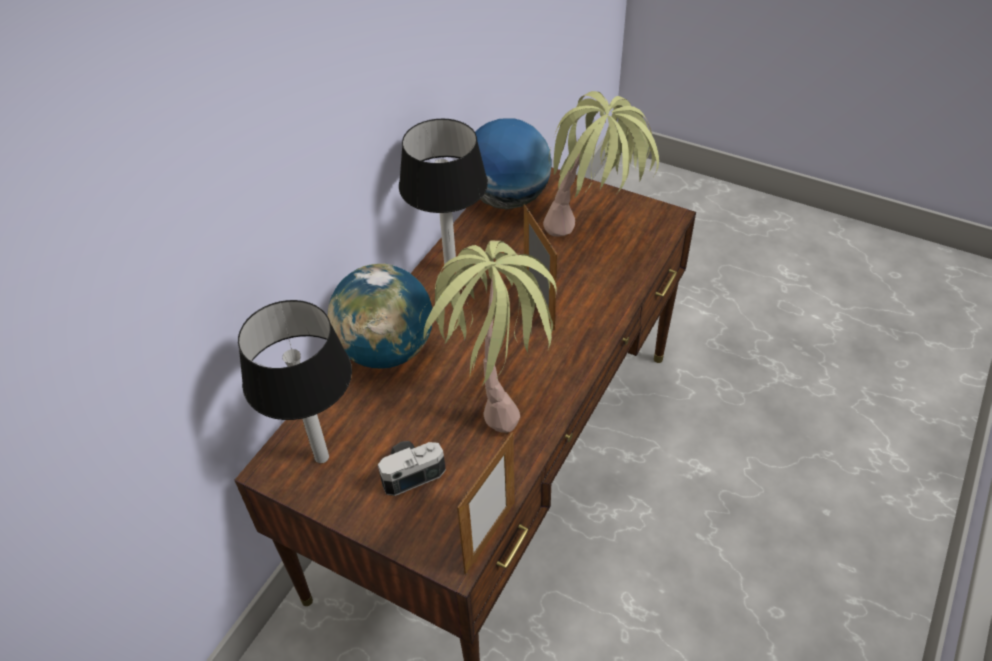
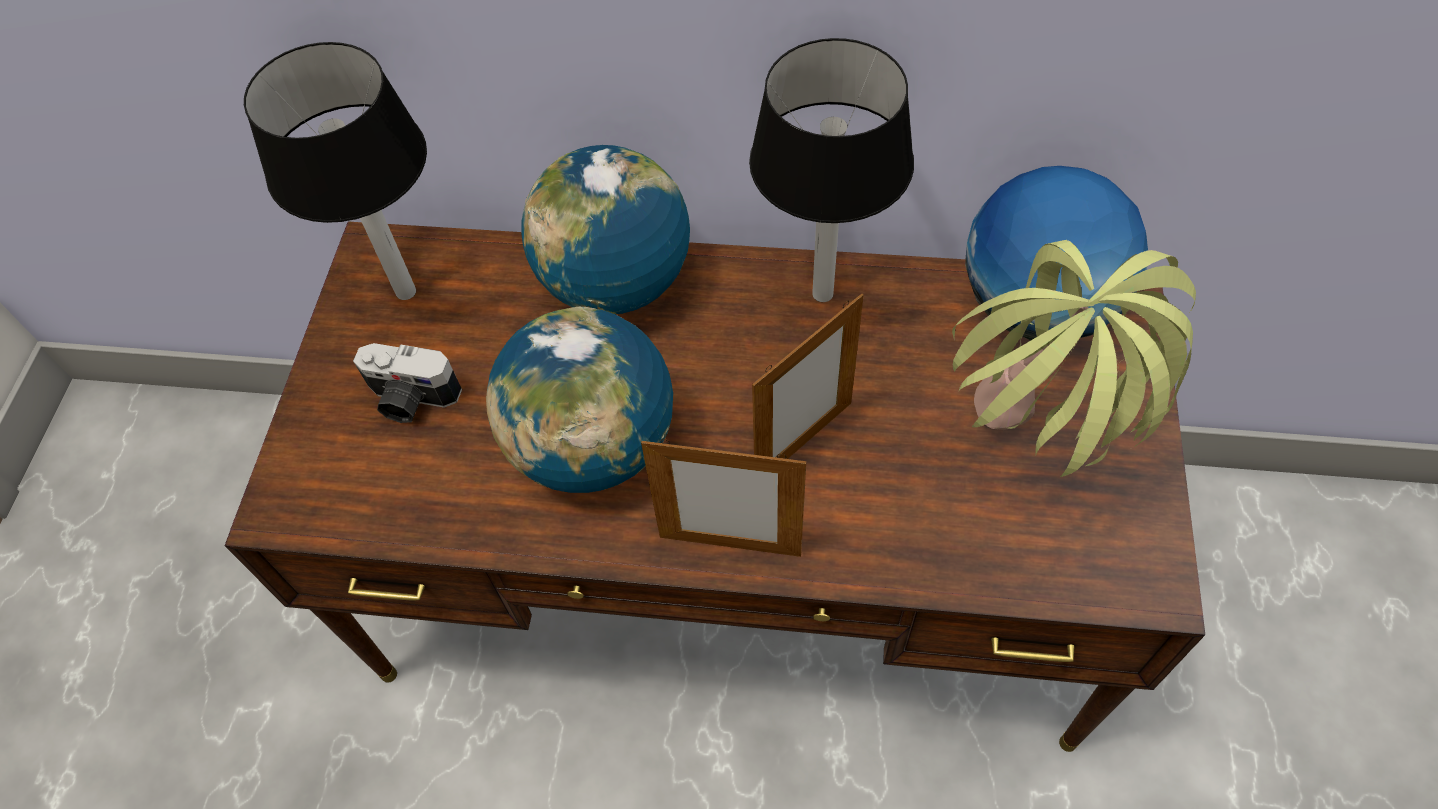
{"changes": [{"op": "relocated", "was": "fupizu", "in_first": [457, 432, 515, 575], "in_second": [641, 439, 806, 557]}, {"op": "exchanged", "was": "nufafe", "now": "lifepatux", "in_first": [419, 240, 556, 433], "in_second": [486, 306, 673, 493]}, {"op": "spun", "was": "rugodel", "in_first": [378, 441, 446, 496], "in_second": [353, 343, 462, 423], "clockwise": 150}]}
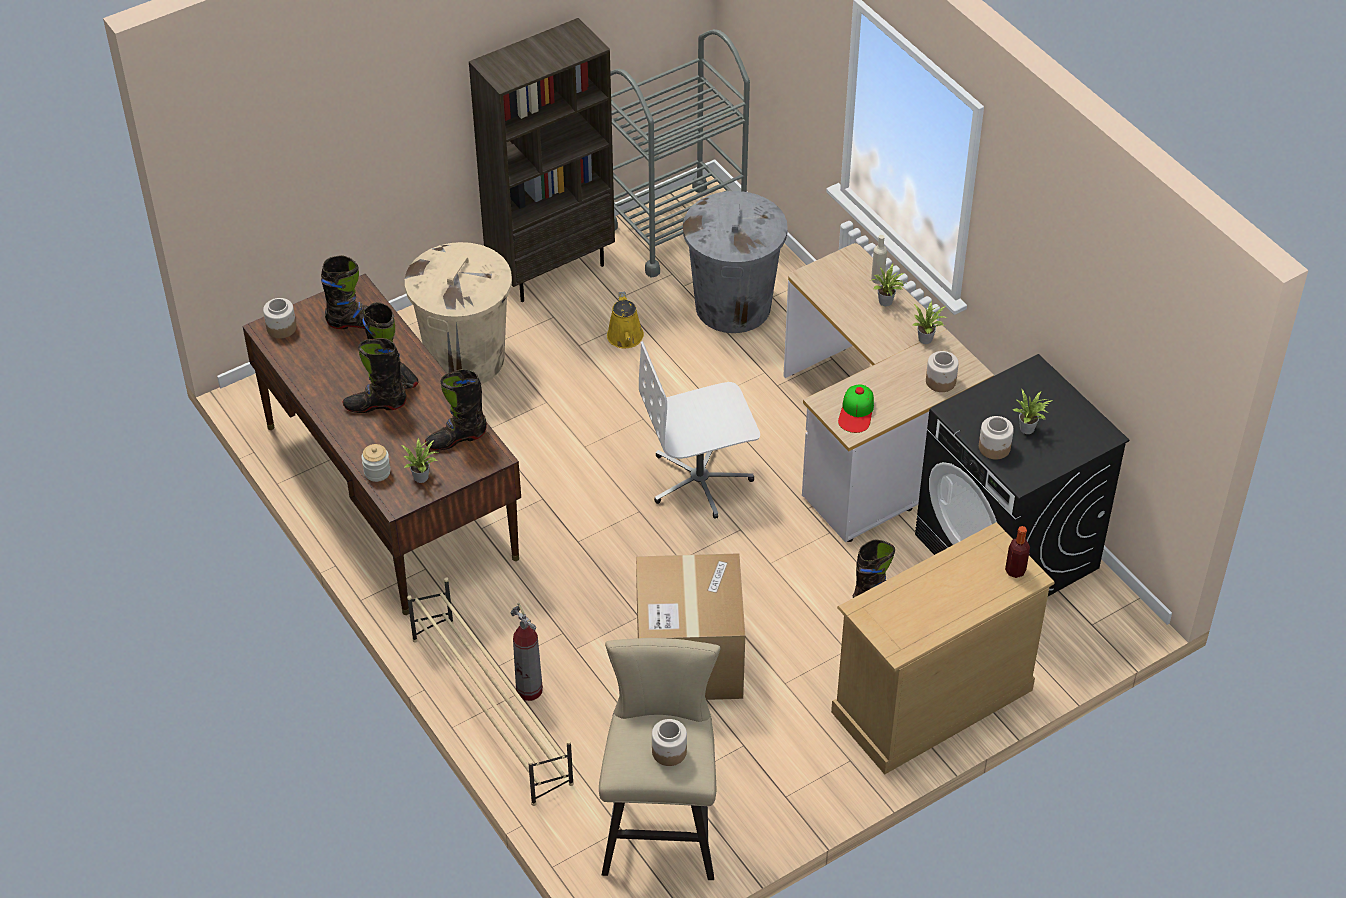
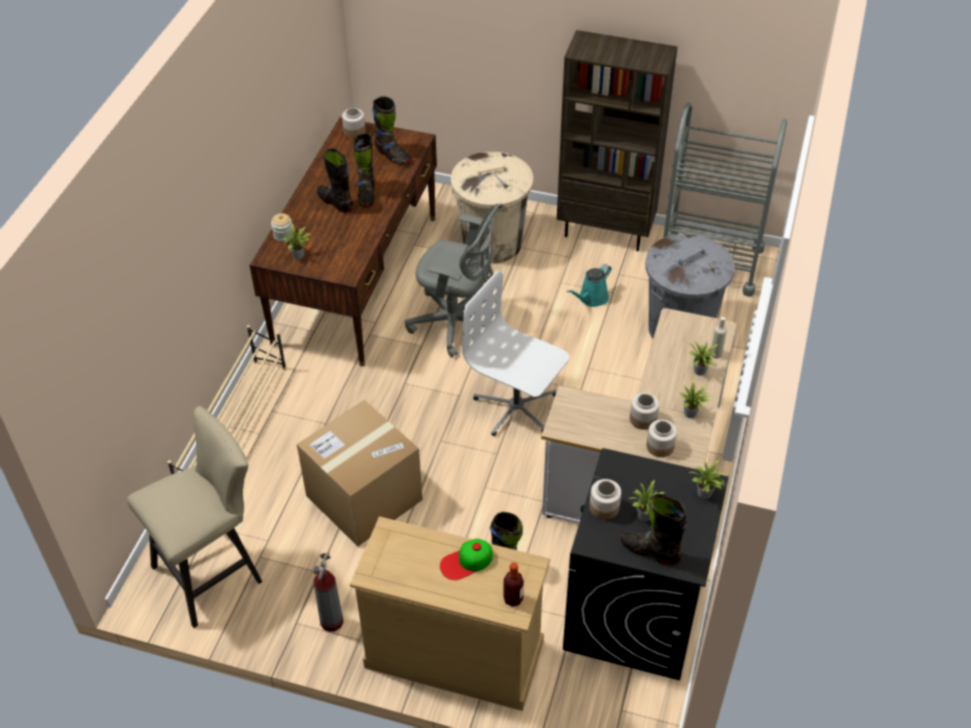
{"changes": [{"op": "appeared", "now": "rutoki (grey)", "in_second": [405, 204, 500, 357]}, {"op": "appeared", "now": "nufafe", "in_second": [688, 459, 726, 499]}, {"op": "relocated", "was": "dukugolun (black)", "in_first": [425, 369, 487, 450], "in_second": [621, 494, 688, 565]}, {"op": "relocated", "was": "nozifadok", "in_first": [510, 603, 543, 701], "in_second": [313, 552, 343, 632]}, {"op": "relocated", "was": "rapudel", "in_first": [652, 719, 687, 766], "in_second": [630, 393, 659, 430]}, {"op": "relocated", "was": "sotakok", "in_first": [838, 384, 874, 433], "in_second": [440, 539, 493, 580]}, {"op": "colour", "was": "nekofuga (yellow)", "now": "nekofuga (turquoise)", "in_first": [607, 292, 644, 348], "in_second": [567, 264, 611, 307]}]}
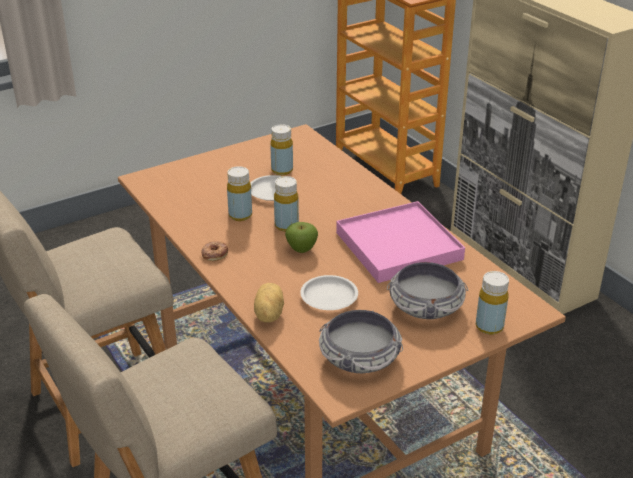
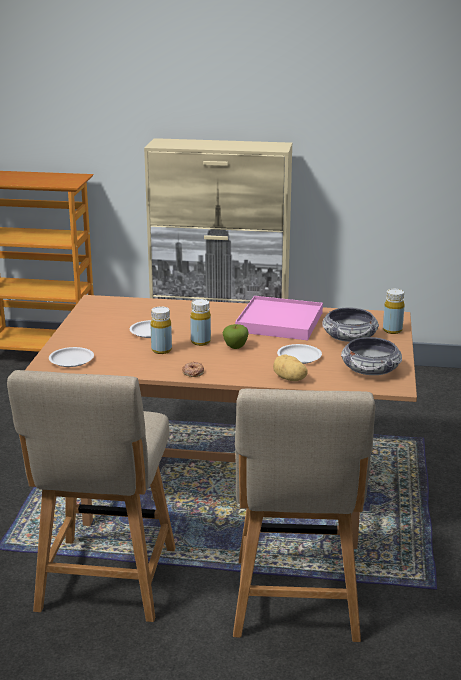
{"changes": [{"op": "missing", "was": "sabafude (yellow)", "in_first": [270, 124, 293, 175]}, {"op": "appeared", "now": "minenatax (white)", "in_second": [49, 347, 94, 367]}]}
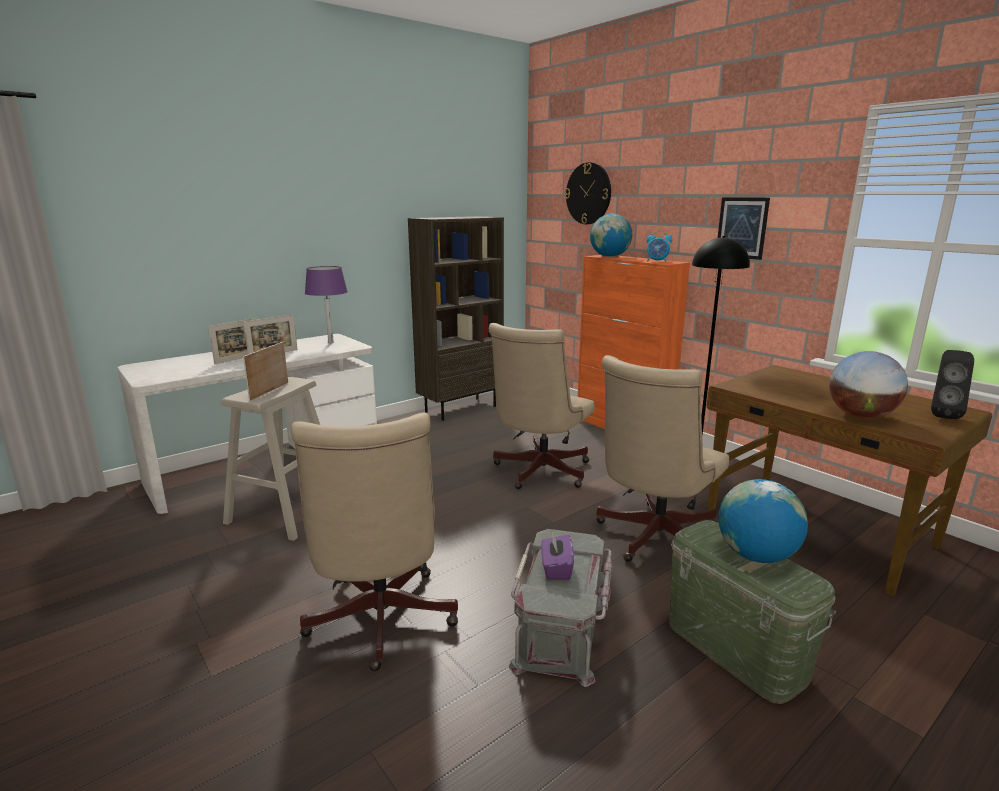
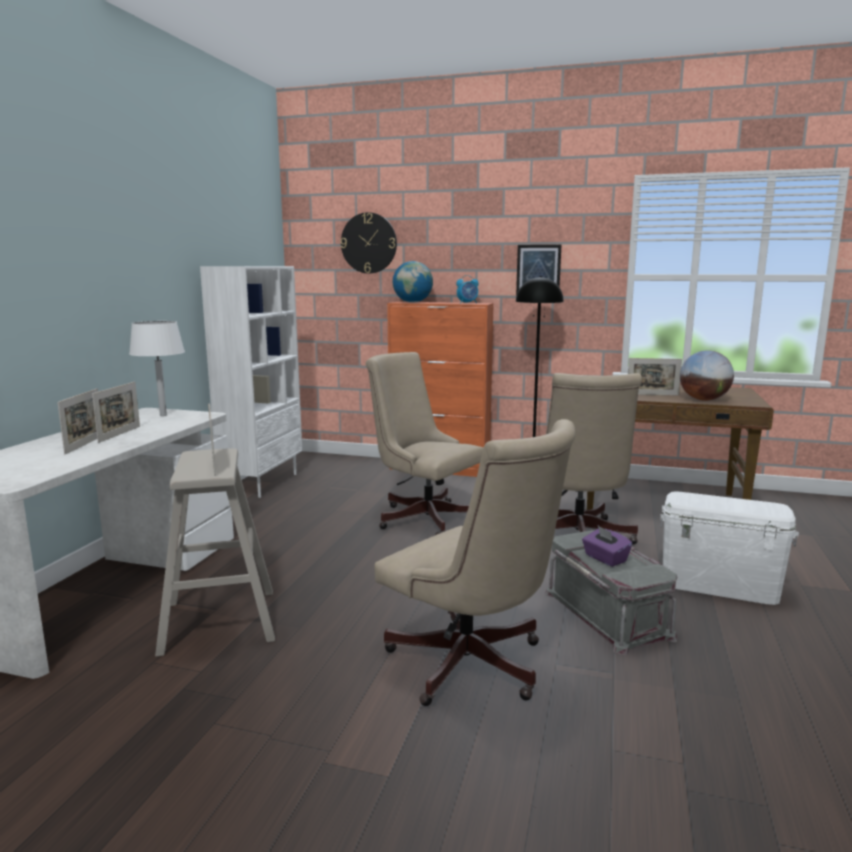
{"changes": [{"op": "missing", "was": "lifepatux", "in_first": [718, 479, 808, 563]}, {"op": "missing", "was": "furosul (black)", "in_first": [931, 350, 974, 419]}, {"op": "appeared", "now": "fupizu", "in_second": [628, 358, 682, 396]}, {"op": "colour", "was": "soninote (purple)", "now": "soninote (white)", "in_first": [305, 266, 348, 343], "in_second": [129, 321, 185, 416]}, {"op": "colour", "was": "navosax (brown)", "now": "navosax (white)", "in_first": [408, 216, 504, 421], "in_second": [200, 266, 302, 498]}, {"op": "colour", "was": "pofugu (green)", "now": "pofugu (white)", "in_first": [669, 520, 836, 704], "in_second": [660, 491, 799, 605]}, {"op": "spun", "was": "rutoki (beige)", "in_first": [489, 323, 594, 489], "in_second": [365, 352, 483, 535], "clockwise": 135}]}
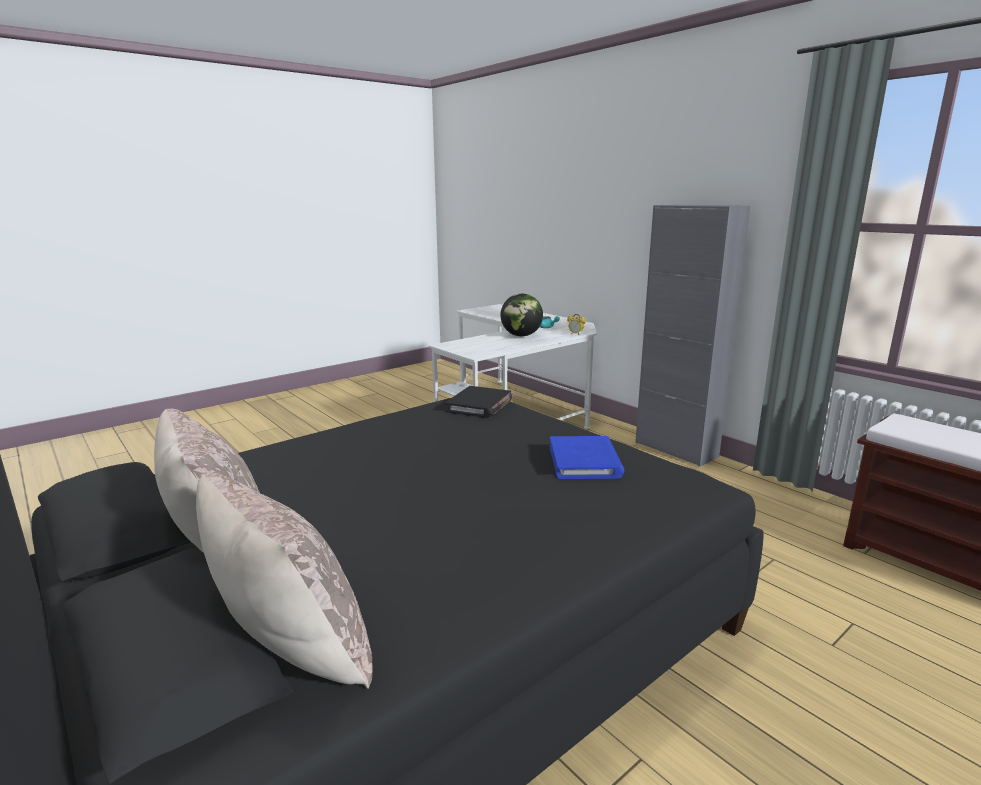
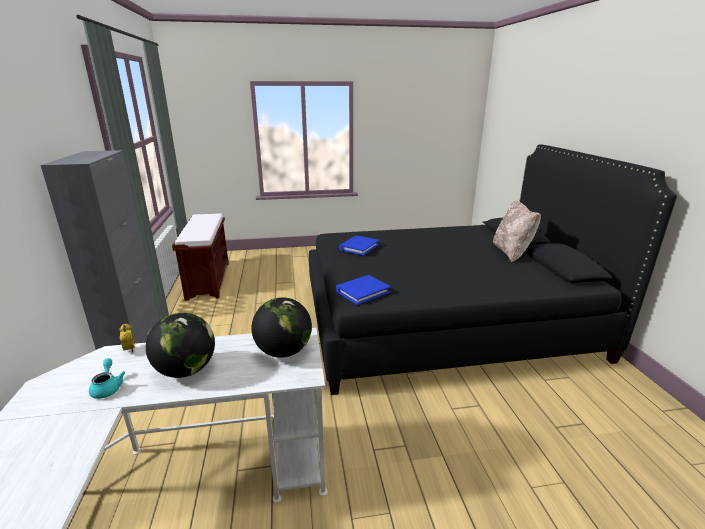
{"changes": [{"op": "missing", "was": "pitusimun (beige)", "in_first": [196, 473, 373, 689]}, {"op": "appeared", "now": "lifepatux", "in_second": [252, 297, 312, 358]}, {"op": "colour", "was": "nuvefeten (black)", "now": "nuvefeten (blue)", "in_first": [445, 386, 513, 418], "in_second": [336, 275, 391, 305]}]}
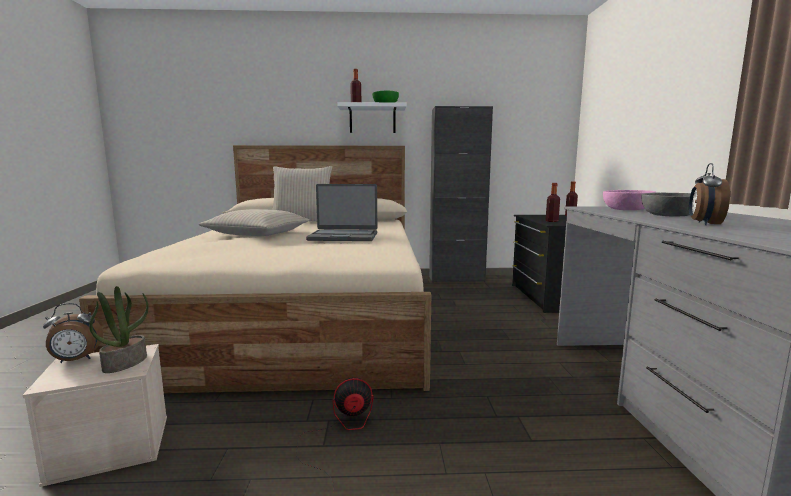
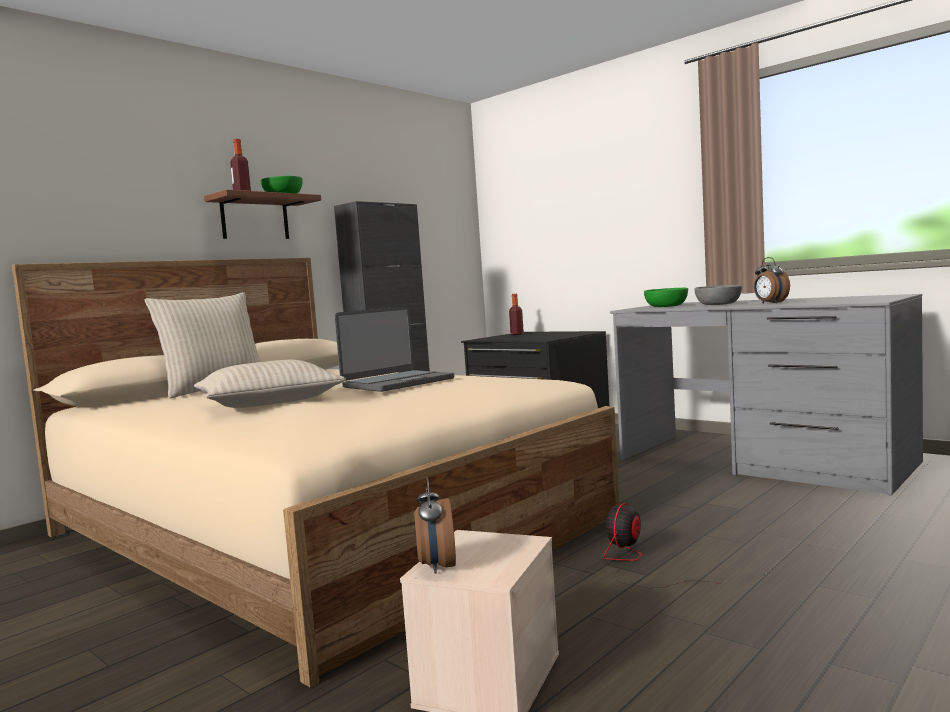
{"changes": [{"op": "missing", "was": "nufafe", "in_first": [89, 286, 149, 373]}, {"op": "missing", "was": "sabafude", "in_first": [546, 183, 560, 222]}, {"op": "colour", "was": "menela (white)", "now": "menela (brown)", "in_first": [337, 102, 407, 133], "in_second": [204, 190, 321, 239]}, {"op": "colour", "was": "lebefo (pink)", "now": "lebefo (green)", "in_first": [603, 190, 656, 210], "in_second": [644, 288, 688, 307]}, {"op": "spun", "was": "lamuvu", "in_first": [43, 303, 103, 363], "in_second": [414, 477, 456, 574], "clockwise": 150}]}
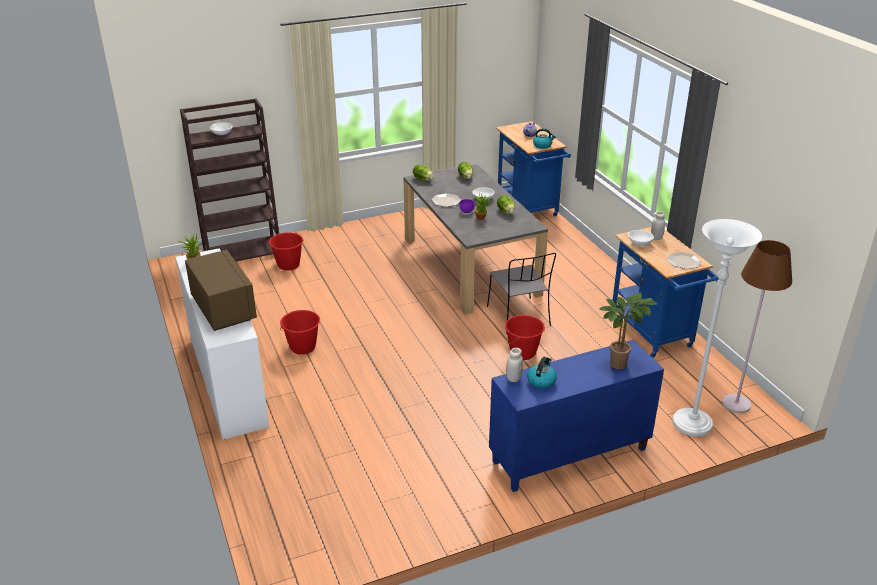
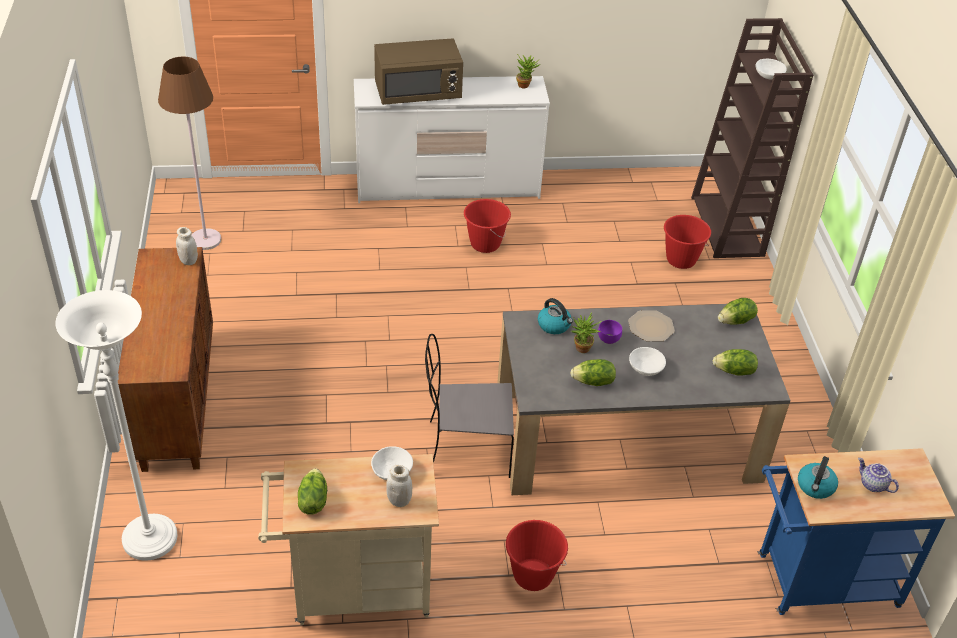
{"changes": [{"op": "missing", "was": "nufafe", "in_first": [599, 293, 658, 369]}, {"op": "relocated", "was": "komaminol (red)", "in_first": [505, 315, 545, 360], "in_second": [506, 520, 568, 591]}, {"op": "relocated", "was": "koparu", "in_first": [527, 357, 557, 389], "in_second": [538, 298, 573, 334]}, {"op": "relocated", "was": "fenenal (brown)", "in_first": [722, 240, 792, 413], "in_second": [158, 57, 221, 250]}, {"op": "exchanged", "was": "minenatax", "now": "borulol", "in_first": [667, 252, 702, 269], "in_second": [298, 468, 327, 515]}, {"op": "colour", "was": "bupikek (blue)", "now": "bupikek (brown)", "in_first": [489, 340, 664, 492], "in_second": [118, 247, 213, 472]}, {"op": "colour", "was": "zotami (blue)", "now": "zotami (beige)", "in_first": [611, 227, 719, 358], "in_second": [258, 454, 439, 625]}]}
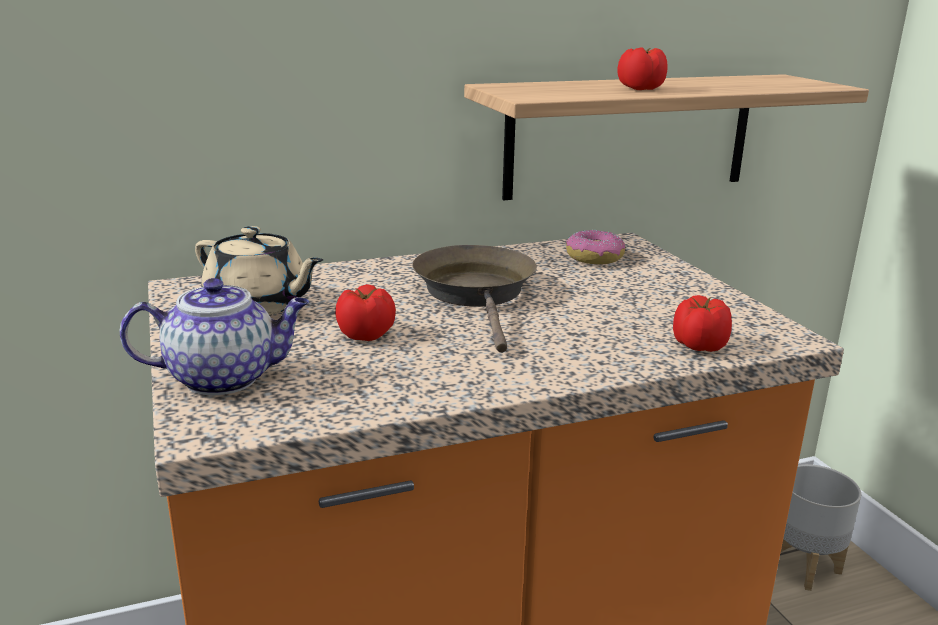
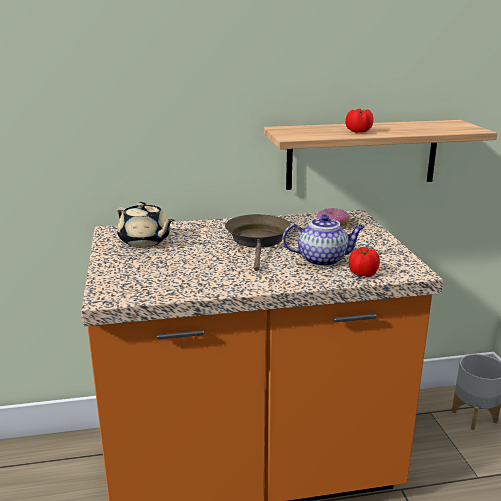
{"changes": [{"op": "missing", "was": "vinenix", "in_first": [335, 284, 396, 341]}, {"op": "relocated", "was": "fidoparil", "in_first": [120, 278, 309, 395], "in_second": [283, 214, 365, 266]}]}
